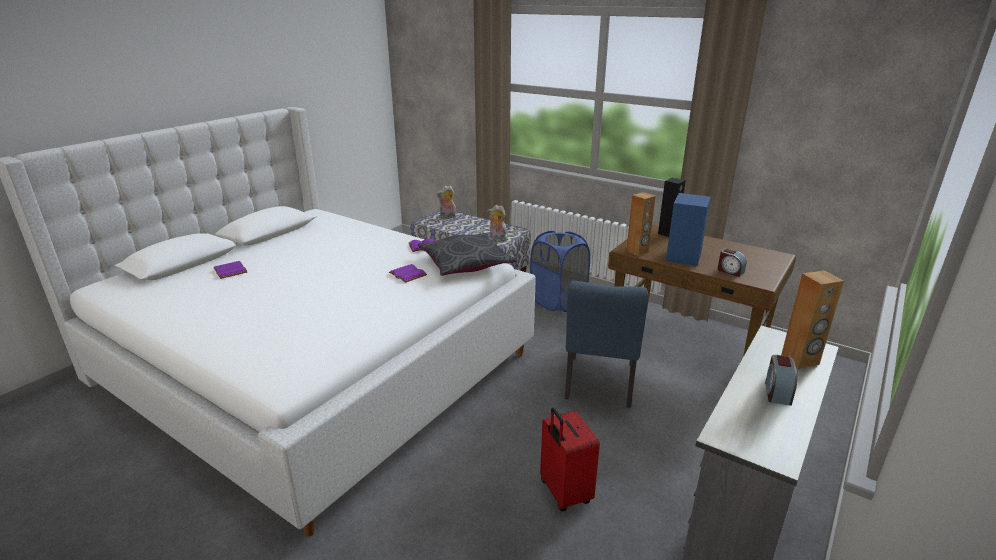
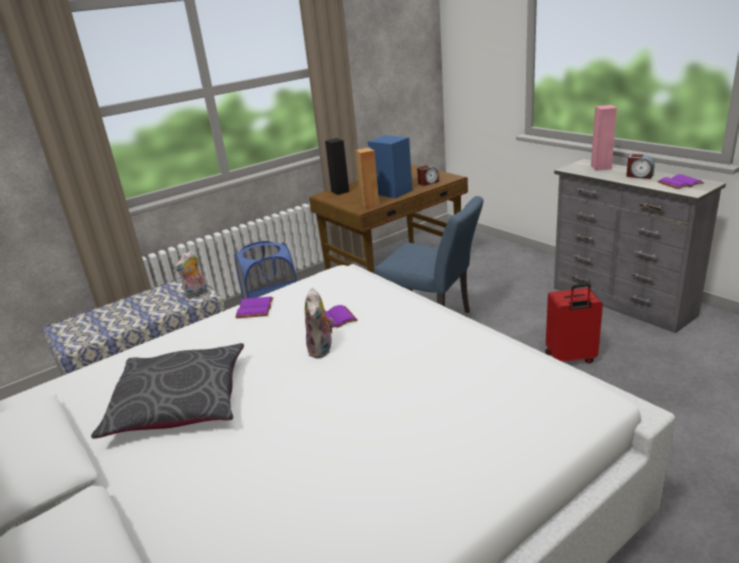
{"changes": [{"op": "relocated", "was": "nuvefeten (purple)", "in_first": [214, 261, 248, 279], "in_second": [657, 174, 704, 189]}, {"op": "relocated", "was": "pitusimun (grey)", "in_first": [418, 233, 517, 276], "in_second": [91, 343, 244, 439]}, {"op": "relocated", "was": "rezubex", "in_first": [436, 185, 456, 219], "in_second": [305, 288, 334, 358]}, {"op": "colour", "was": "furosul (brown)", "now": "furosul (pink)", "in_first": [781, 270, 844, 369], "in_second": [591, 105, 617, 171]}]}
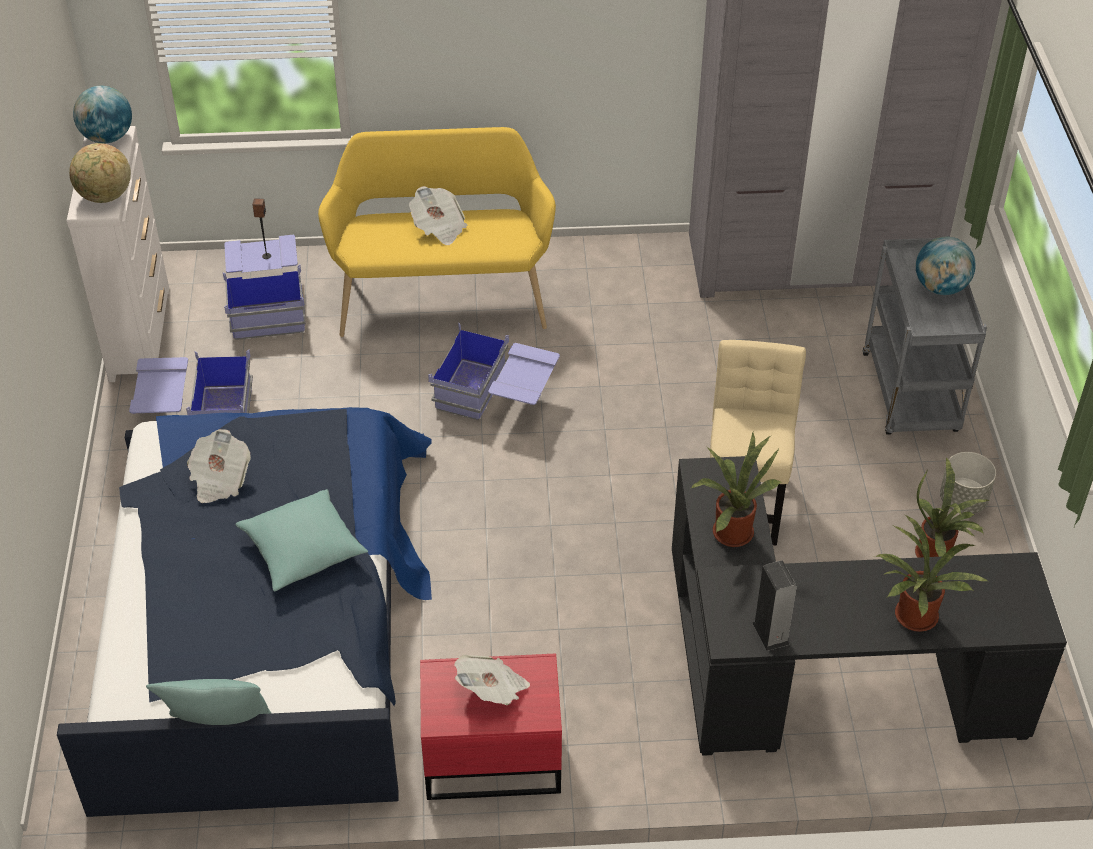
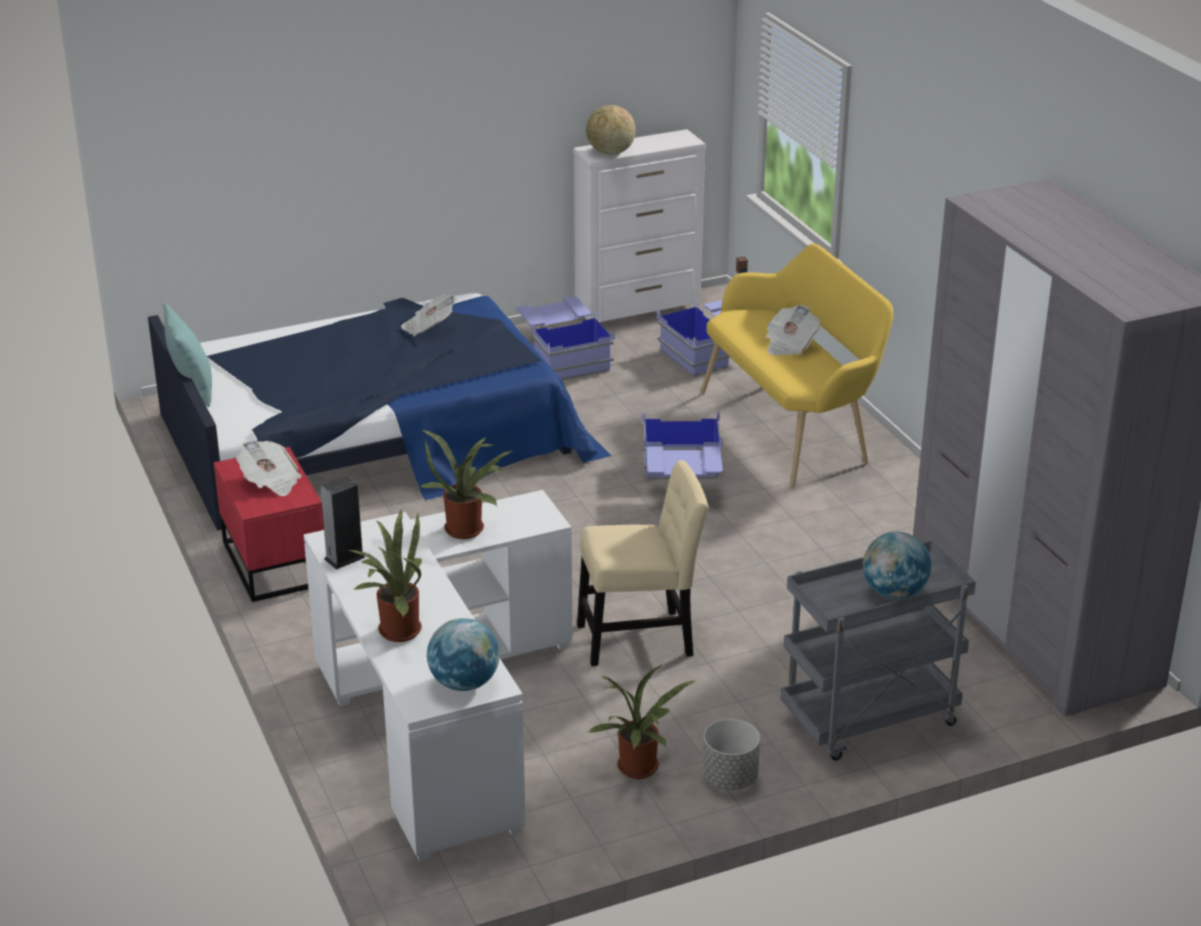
{"changes": [{"op": "missing", "was": "pitusimun (turquoise)", "in_first": [235, 489, 368, 591]}, {"op": "relocated", "was": "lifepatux", "in_first": [73, 86, 132, 144], "in_second": [427, 618, 500, 691]}, {"op": "colour", "was": "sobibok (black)", "now": "sobibok (white)", "in_first": [672, 456, 1067, 756], "in_second": [304, 490, 573, 862]}]}
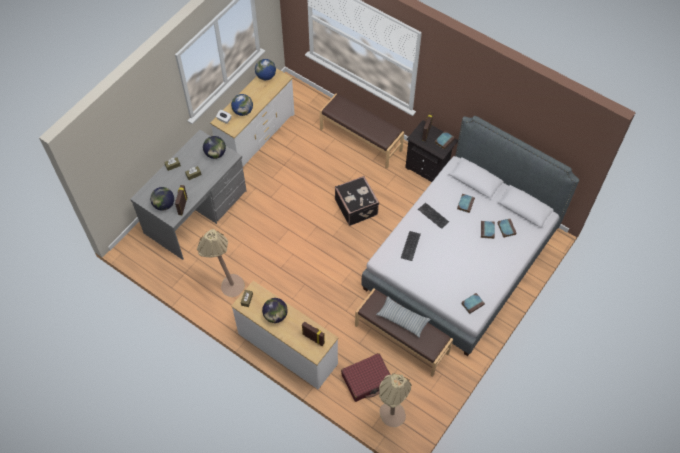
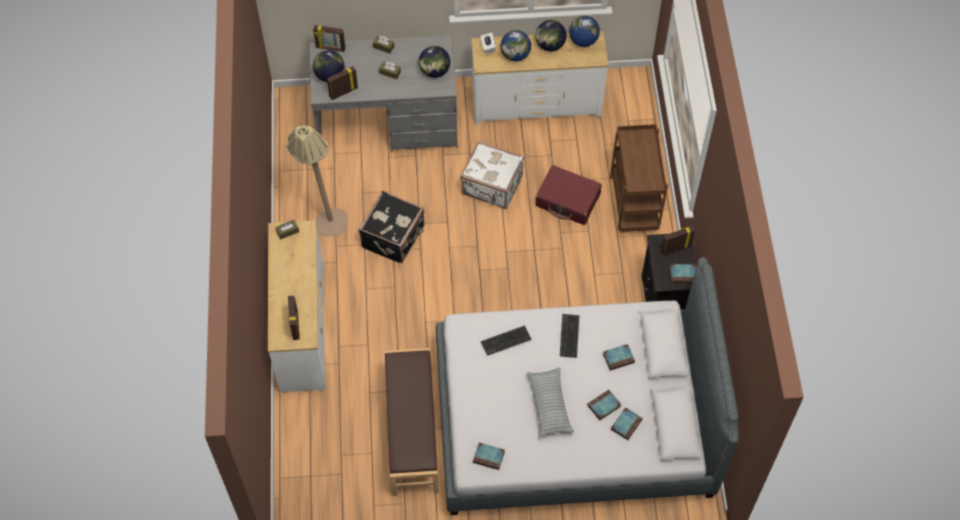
{"changes": [{"op": "missing", "was": "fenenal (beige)", "in_first": [379, 373, 412, 427]}, {"op": "appeared", "now": "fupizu", "in_second": [313, 25, 345, 52]}, {"op": "appeared", "now": "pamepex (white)", "in_second": [460, 141, 524, 209]}, {"op": "relocated", "was": "lifepatux", "in_first": [262, 298, 288, 323], "in_second": [535, 20, 567, 52]}, {"op": "relocated", "was": "pamepex (black)", "in_first": [335, 176, 379, 226], "in_second": [358, 191, 425, 263]}, {"op": "relocated", "was": "pamepex (red)", "in_first": [341, 353, 391, 402], "in_second": [536, 165, 602, 225]}, {"op": "relocated", "was": "pitusimun", "in_first": [376, 296, 431, 338], "in_second": [527, 368, 574, 437]}, {"op": "exchanged", "was": "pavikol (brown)", "now": "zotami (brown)", "in_first": [320, 94, 404, 169], "in_second": [610, 124, 668, 232]}]}
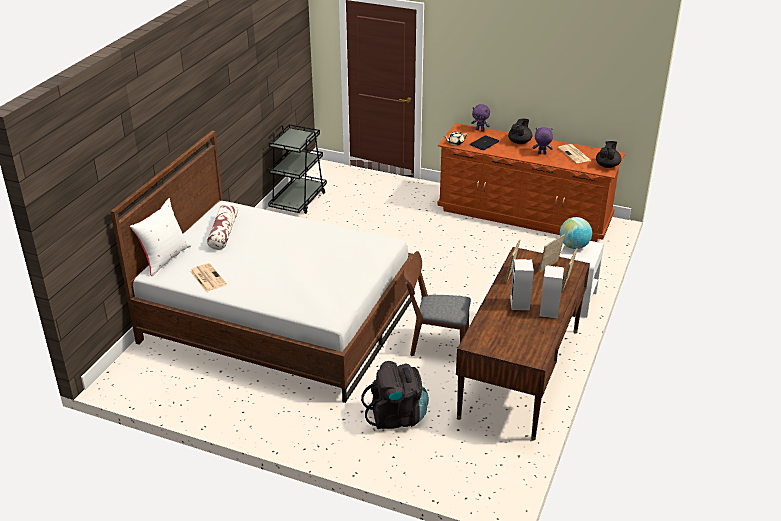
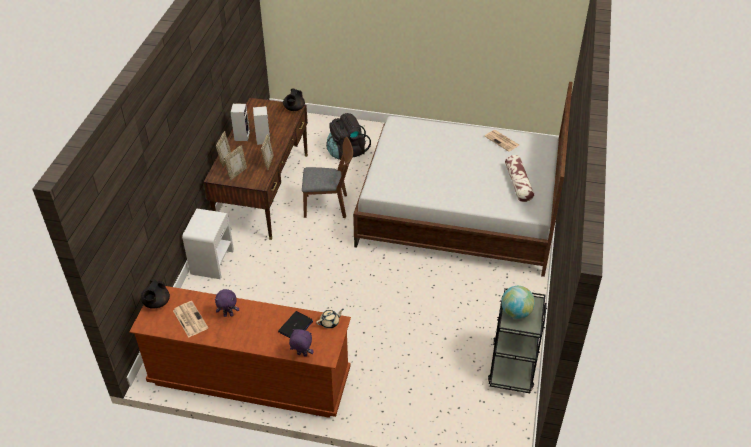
{"changes": [{"op": "missing", "was": "pitusimun (white)", "in_first": [130, 198, 192, 276]}, {"op": "relocated", "was": "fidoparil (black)", "in_first": [508, 119, 532, 144], "in_second": [283, 89, 305, 111]}, {"op": "relocated", "was": "lifepatux", "in_first": [560, 217, 592, 249], "in_second": [501, 286, 535, 319]}]}
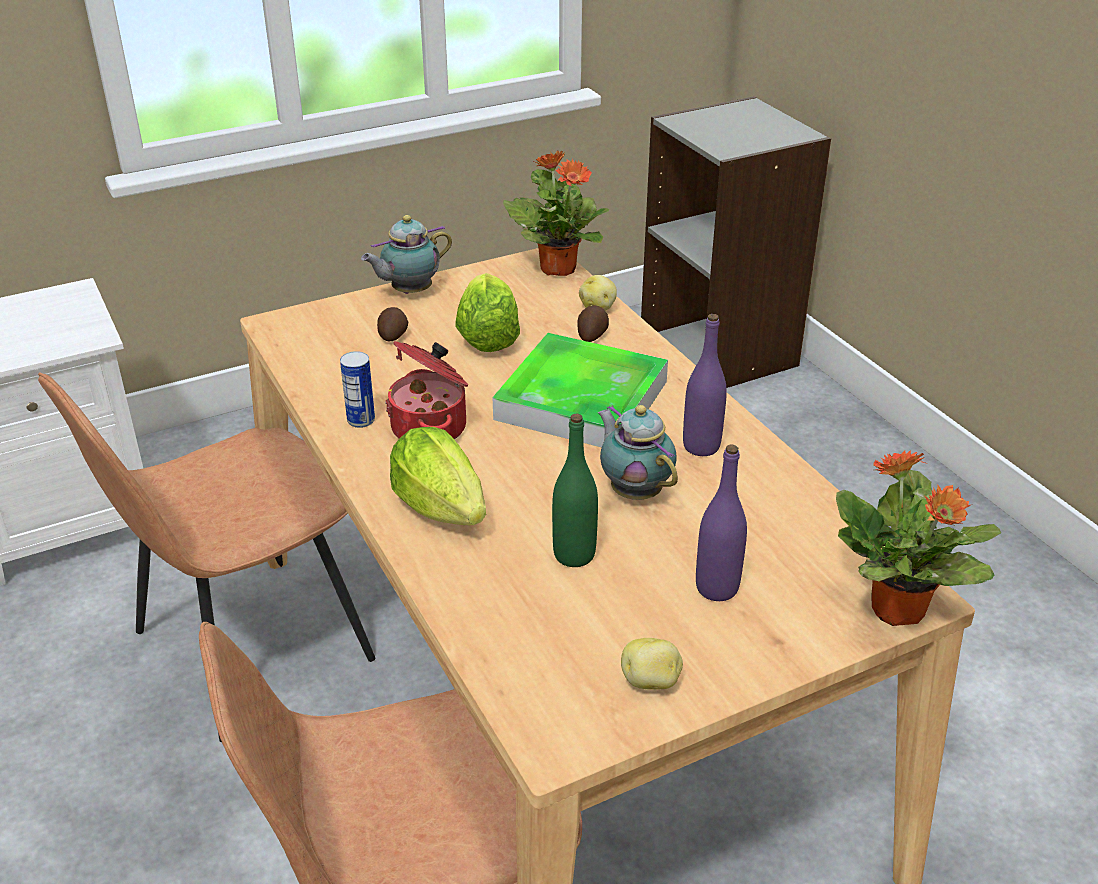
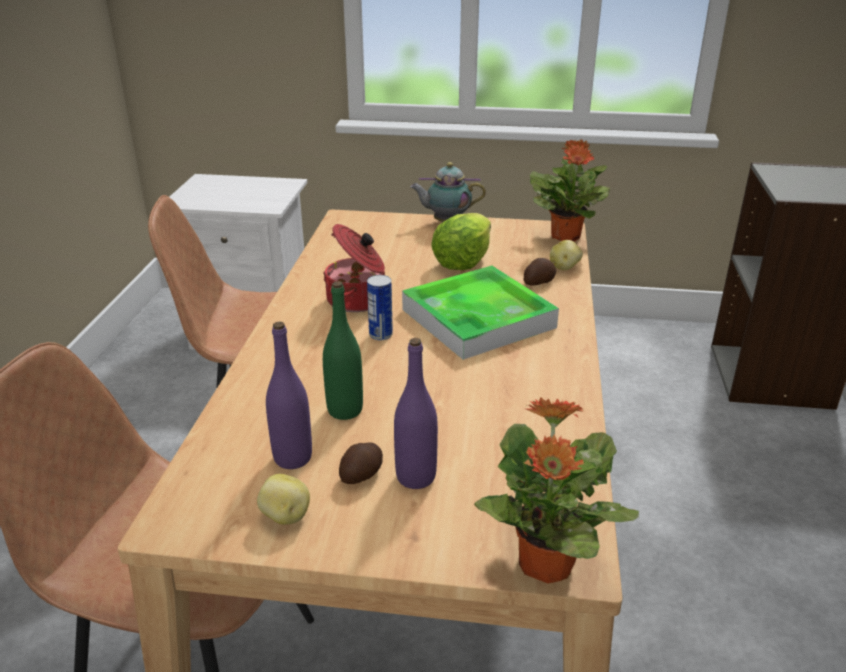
{"changes": [{"op": "missing", "was": "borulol", "in_first": [390, 427, 486, 525]}, {"op": "missing", "was": "fidoparil", "in_first": [598, 405, 678, 500]}, {"op": "relocated", "was": "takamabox", "in_first": [340, 351, 375, 428], "in_second": [367, 275, 393, 340]}, {"op": "relocated", "was": "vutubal", "in_first": [377, 307, 408, 342], "in_second": [339, 442, 383, 484]}, {"op": "relocated", "was": "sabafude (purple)", "in_first": [683, 314, 727, 456], "in_second": [266, 322, 312, 469]}]}
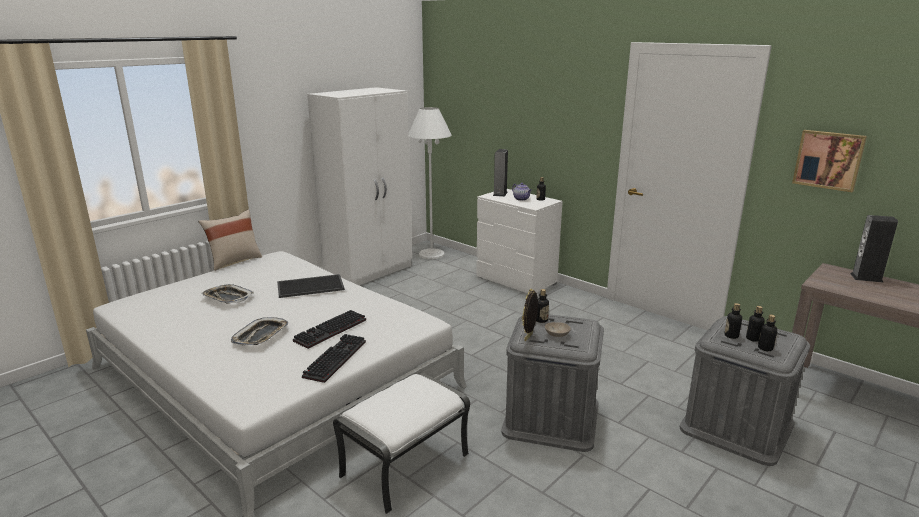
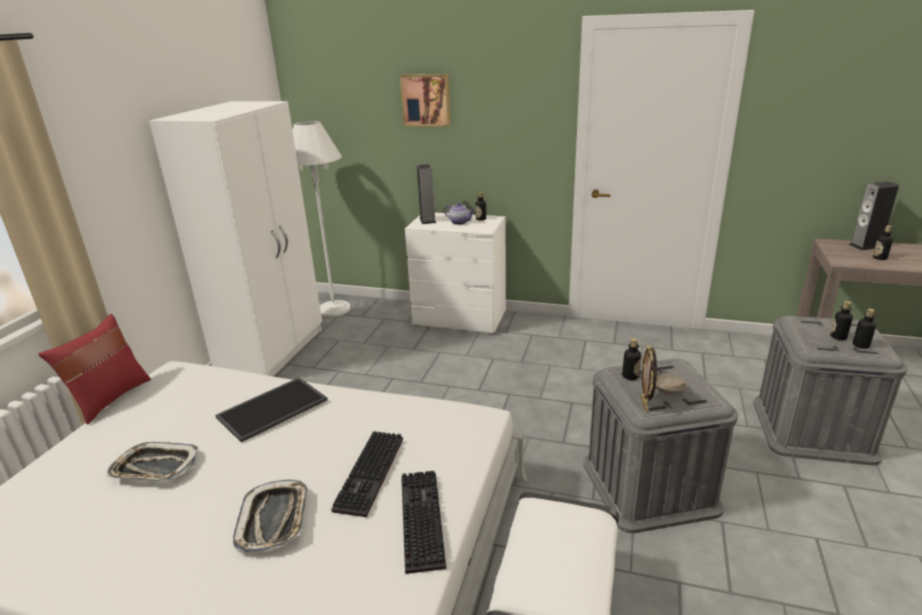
{"changes": [{"op": "relocated", "was": "sabafude", "in_first": [724, 303, 742, 339], "in_second": [873, 226, 893, 260]}, {"op": "relocated", "was": "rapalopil", "in_first": [792, 130, 867, 192], "in_second": [400, 74, 451, 127]}, {"op": "colour", "was": "pitusimun (beige)", "now": "pitusimun (red)", "in_first": [198, 210, 262, 271], "in_second": [38, 314, 151, 425]}]}
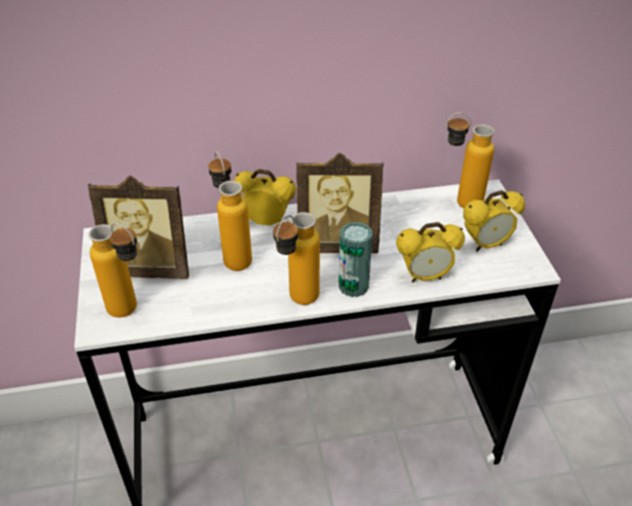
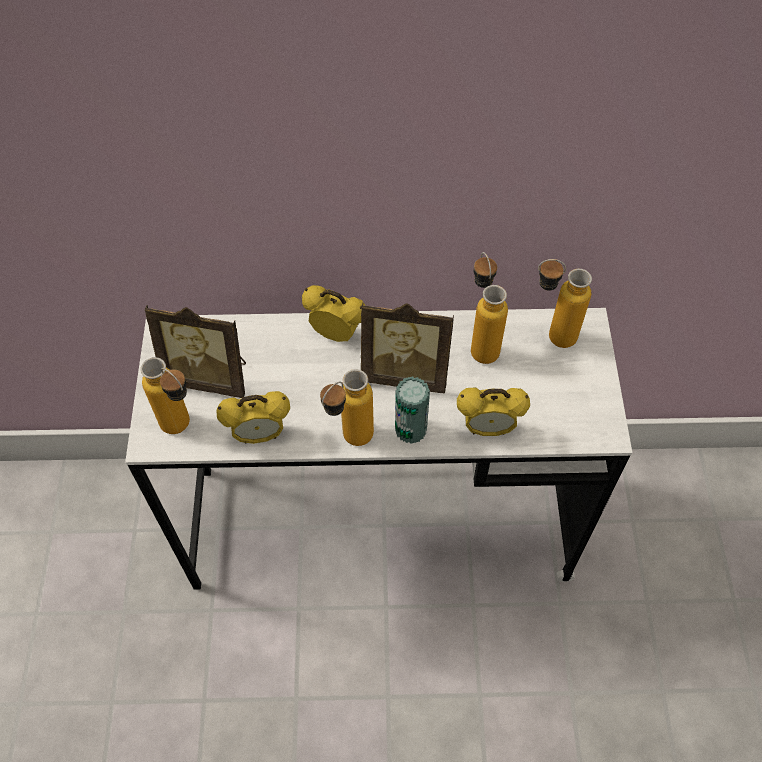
{"changes": [{"op": "relocated", "was": "sabafude", "in_first": [208, 151, 252, 271], "in_second": [471, 252, 508, 364]}, {"op": "relocated", "was": "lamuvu", "in_first": [463, 190, 525, 252], "in_second": [216, 391, 290, 444]}]}
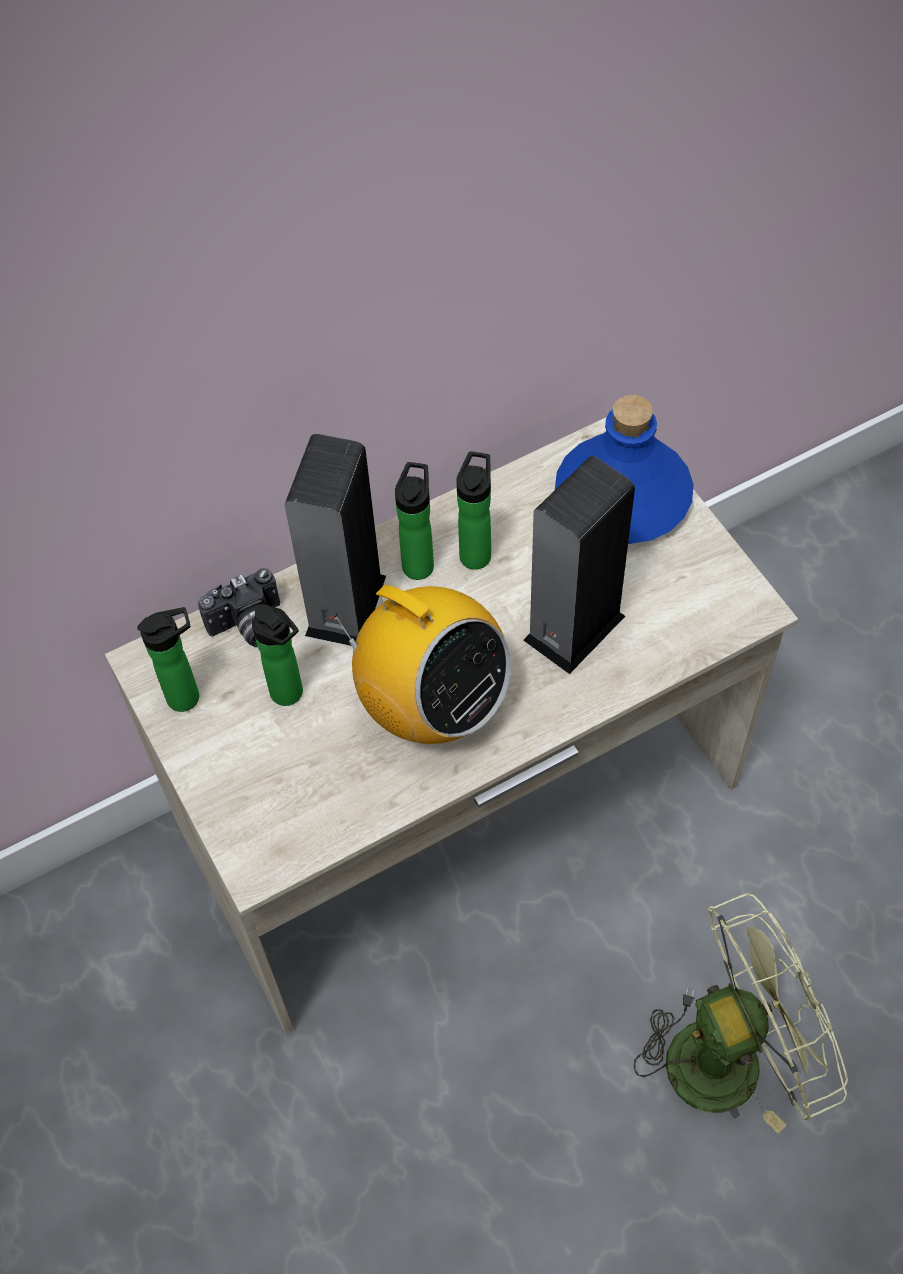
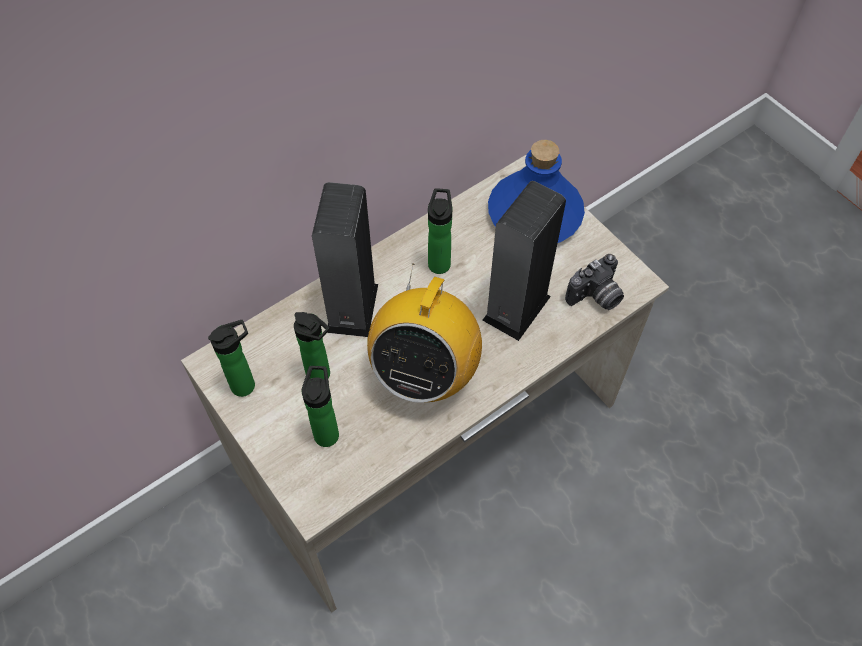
{"changes": [{"op": "missing", "was": "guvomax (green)", "in_first": [633, 893, 848, 1134]}, {"op": "relocated", "was": "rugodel", "in_first": [198, 568, 280, 647], "in_second": [565, 254, 624, 310]}, {"op": "relocated", "was": "sabafude", "in_first": [395, 462, 434, 580], "in_second": [302, 366, 339, 447]}, {"op": "spun", "was": "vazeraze", "in_first": [334, 585, 511, 744], "in_second": [367, 263, 482, 403], "clockwise": 75}]}
